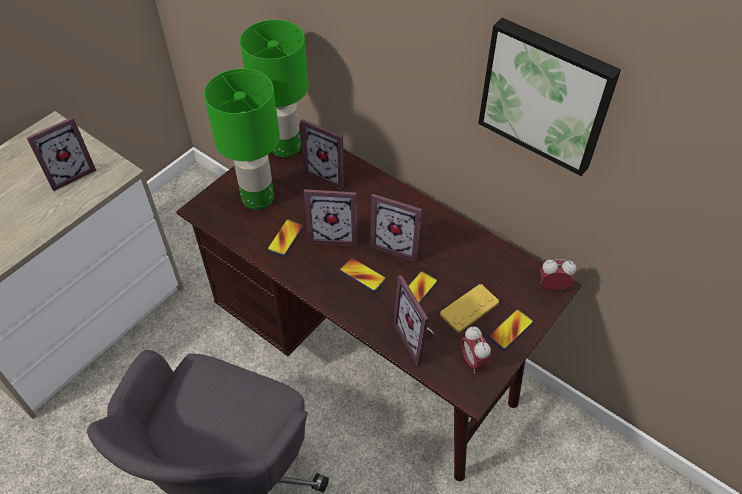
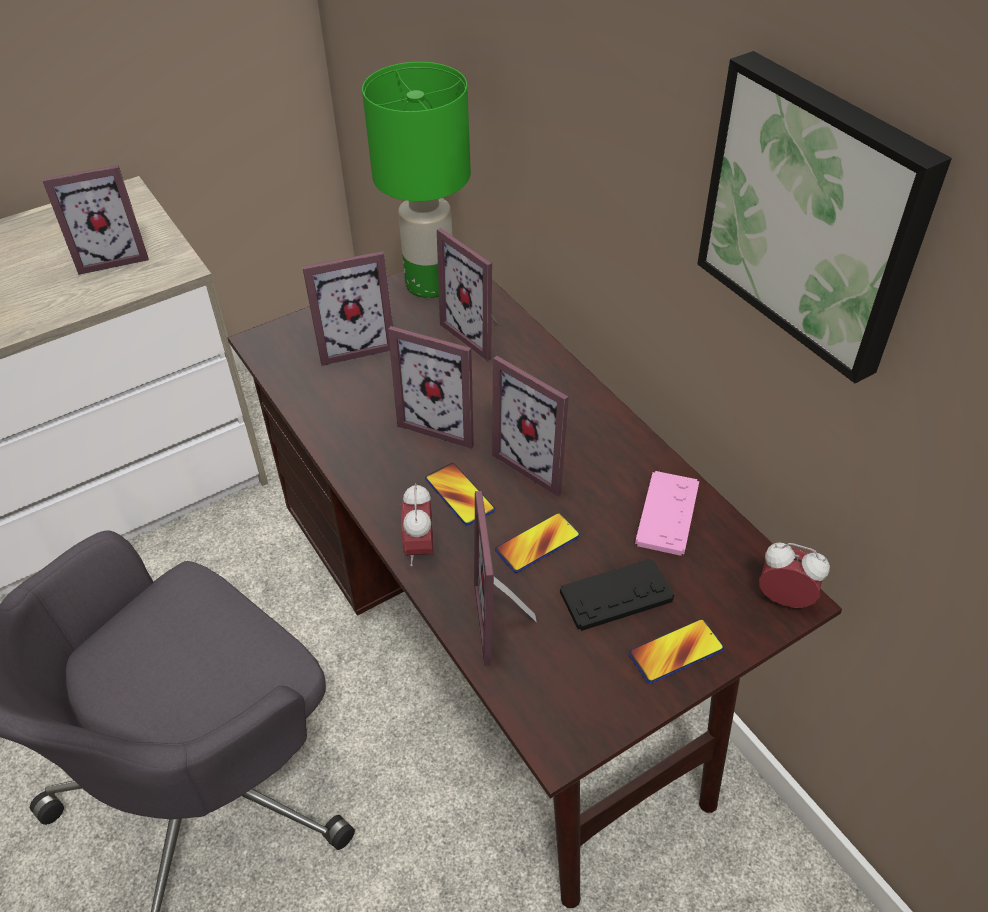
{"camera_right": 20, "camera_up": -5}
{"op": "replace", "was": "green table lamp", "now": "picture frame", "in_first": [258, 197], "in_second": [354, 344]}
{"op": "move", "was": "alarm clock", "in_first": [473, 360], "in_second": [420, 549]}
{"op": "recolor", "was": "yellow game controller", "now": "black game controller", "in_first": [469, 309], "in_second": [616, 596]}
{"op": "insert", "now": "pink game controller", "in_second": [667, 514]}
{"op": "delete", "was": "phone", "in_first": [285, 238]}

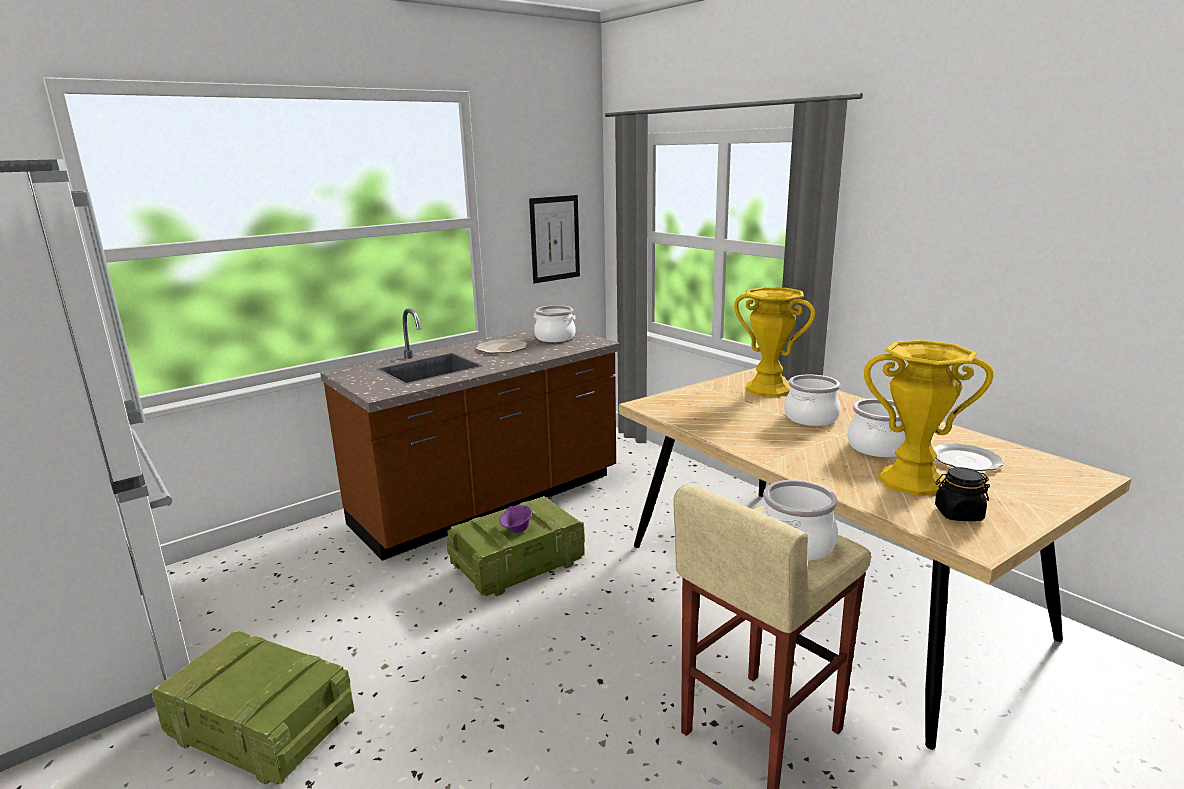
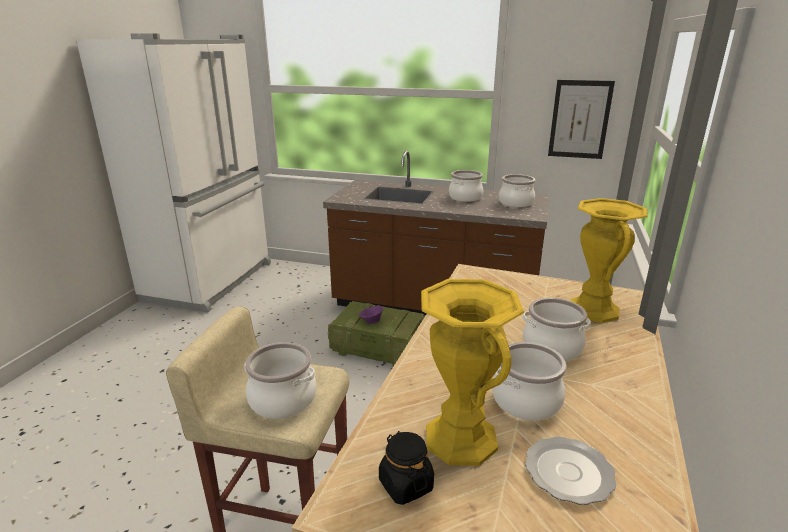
{"camera_right": 55, "camera_up": 5}
{"op": "replace", "was": "plate", "now": "cooking pot", "in_first": [502, 348], "in_second": [465, 197]}
{"op": "delete", "was": "crate", "in_first": [259, 728]}

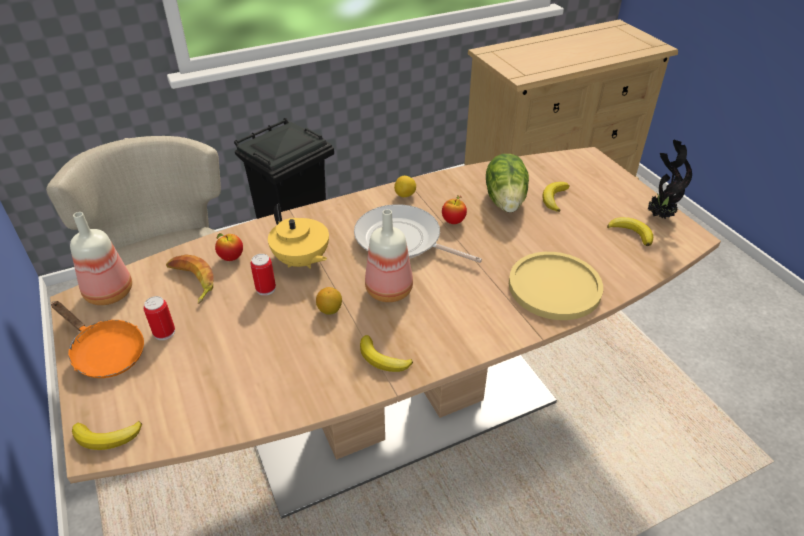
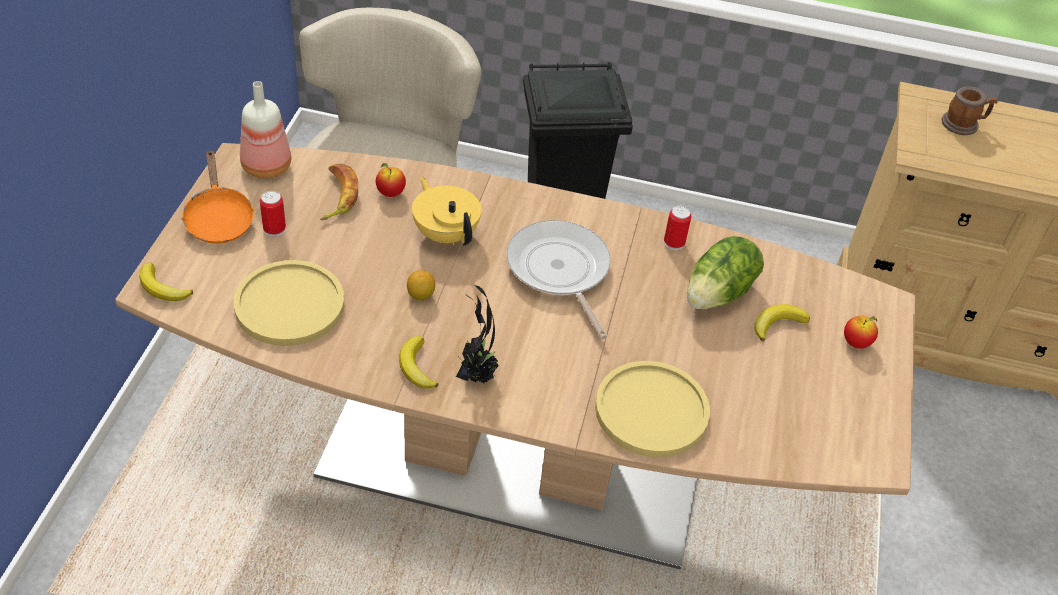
{"camera_right": 35, "camera_up": 5}
{"op": "insert", "now": "yellow plate", "in_second": [289, 305]}
{"op": "rotate", "was": "yellow teapot", "in_first": [301, 261], "in_second": [446, 234], "clockwise": 150}
{"op": "move", "was": "potted plant", "in_first": [658, 216], "in_second": [477, 374]}
{"op": "move", "was": "can", "in_first": [266, 289], "in_second": [674, 243]}
{"op": "move", "was": "apple", "in_first": [453, 221], "in_second": [856, 343]}
{"op": "insert", "now": "mug", "in_second": [963, 124]}
{"op": "delete", "was": "bottle", "in_first": [389, 289]}
{"op": "delete", "was": "lemon", "in_first": [405, 195]}
{"op": "delete", "was": "banana", "in_first": [631, 233]}

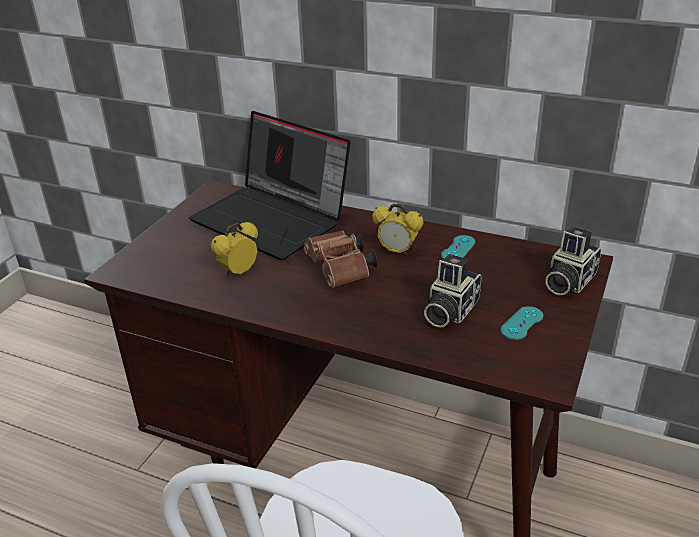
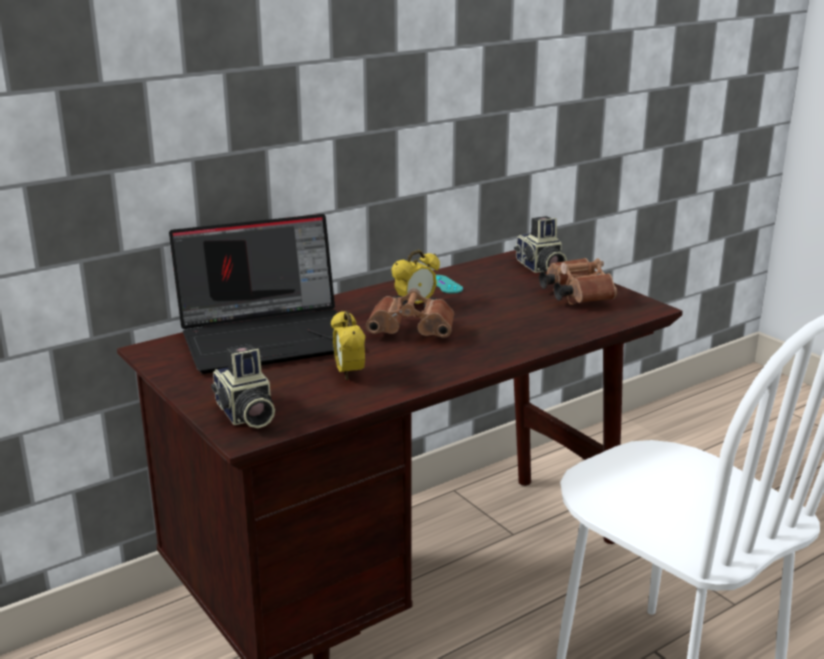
{"camera_right": -60, "camera_up": -10}
{"op": "move", "was": "photo camera", "in_first": [448, 311], "in_second": [245, 415]}
{"op": "replace", "was": "turquoise game controller", "now": "brown binoculars", "in_first": [522, 323], "in_second": [574, 295]}

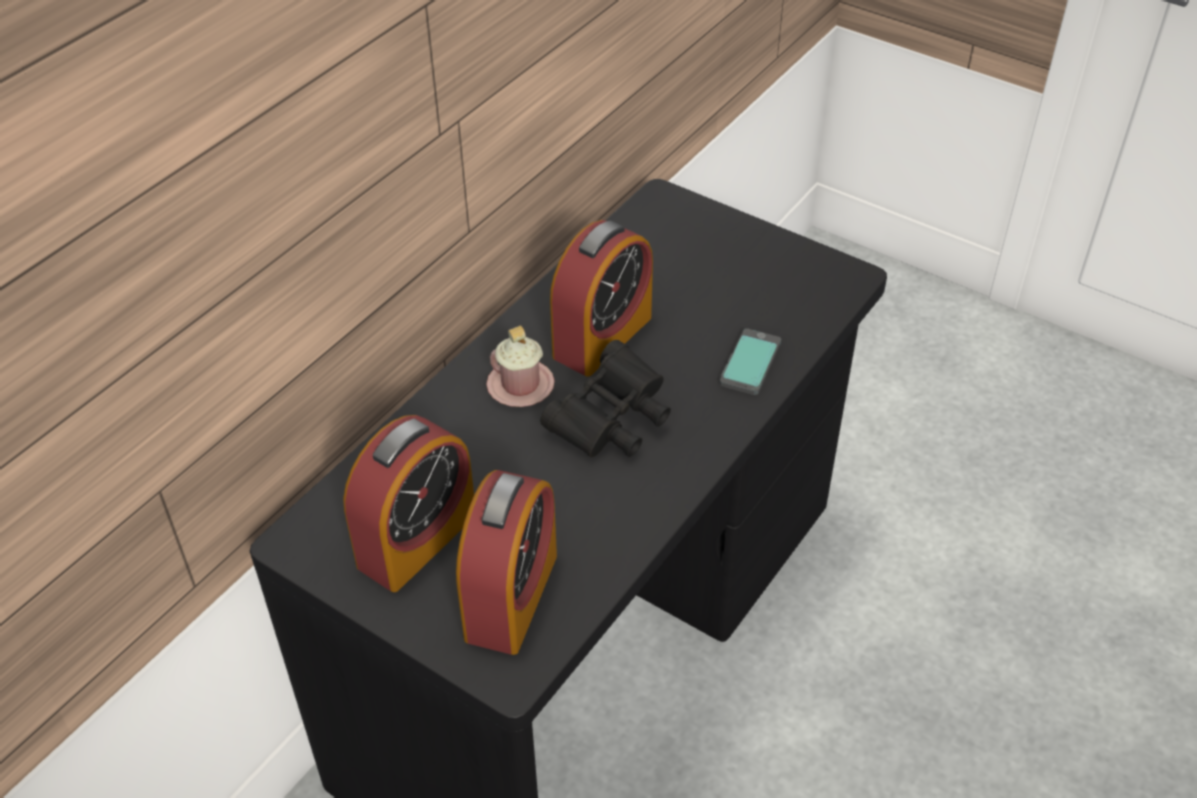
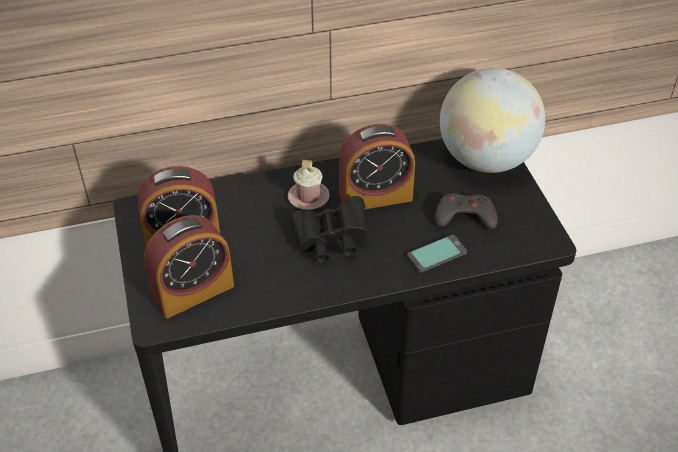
{"camera_right": 40, "camera_up": 0}
{"op": "insert", "now": "grey game controller", "in_second": [465, 216]}
{"op": "insert", "now": "globe", "in_second": [486, 159]}

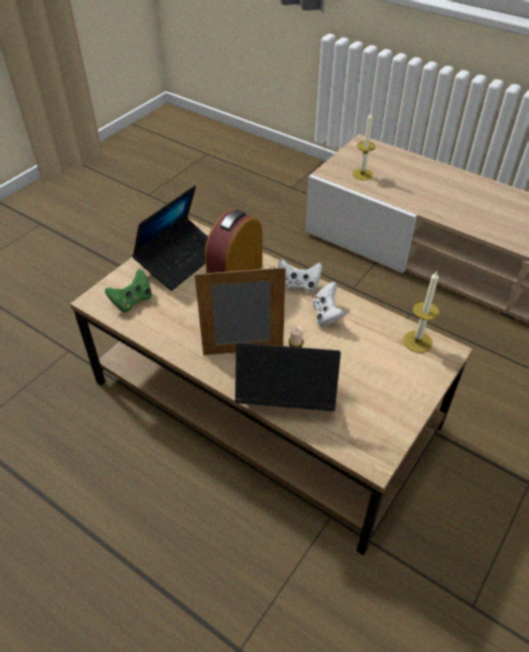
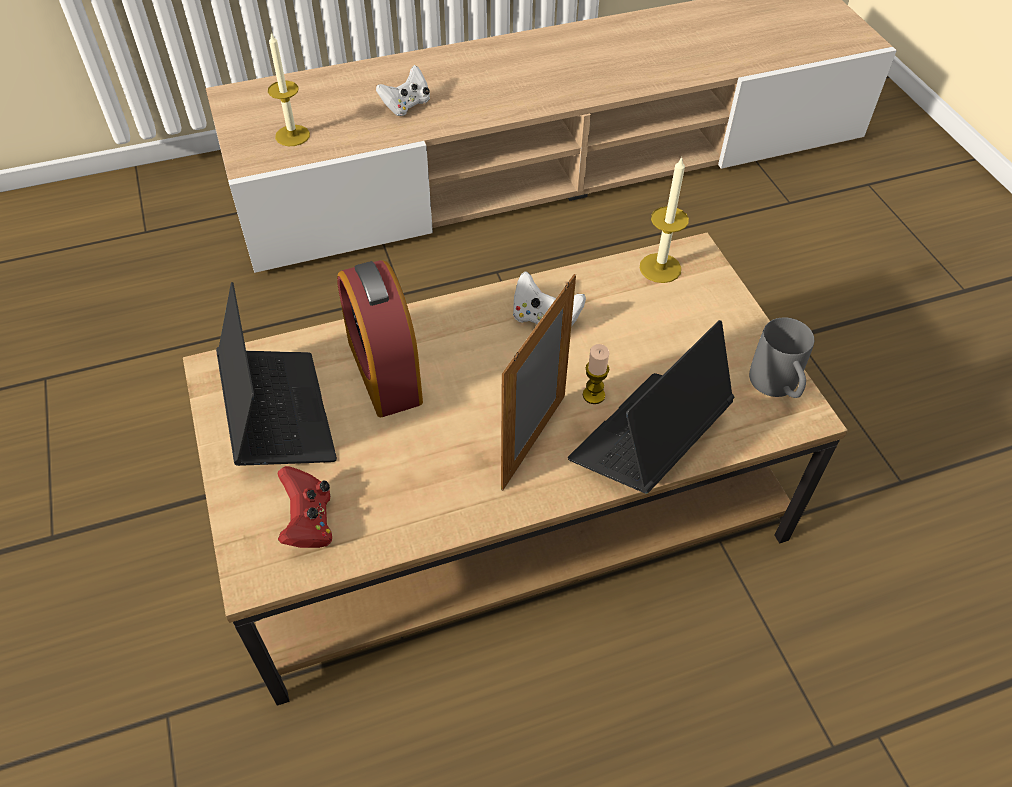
{"camera_right": -55, "camera_up": 5}
{"op": "recolor", "was": "green game controller", "now": "red game controller", "in_first": [132, 301], "in_second": [309, 522]}
{"op": "move", "was": "white game controller", "in_first": [298, 285], "in_second": [406, 105]}
{"op": "insert", "now": "grey mug", "in_second": [777, 388]}

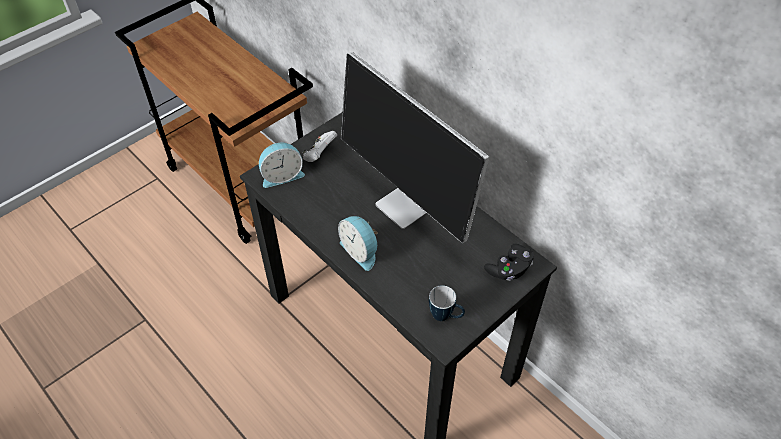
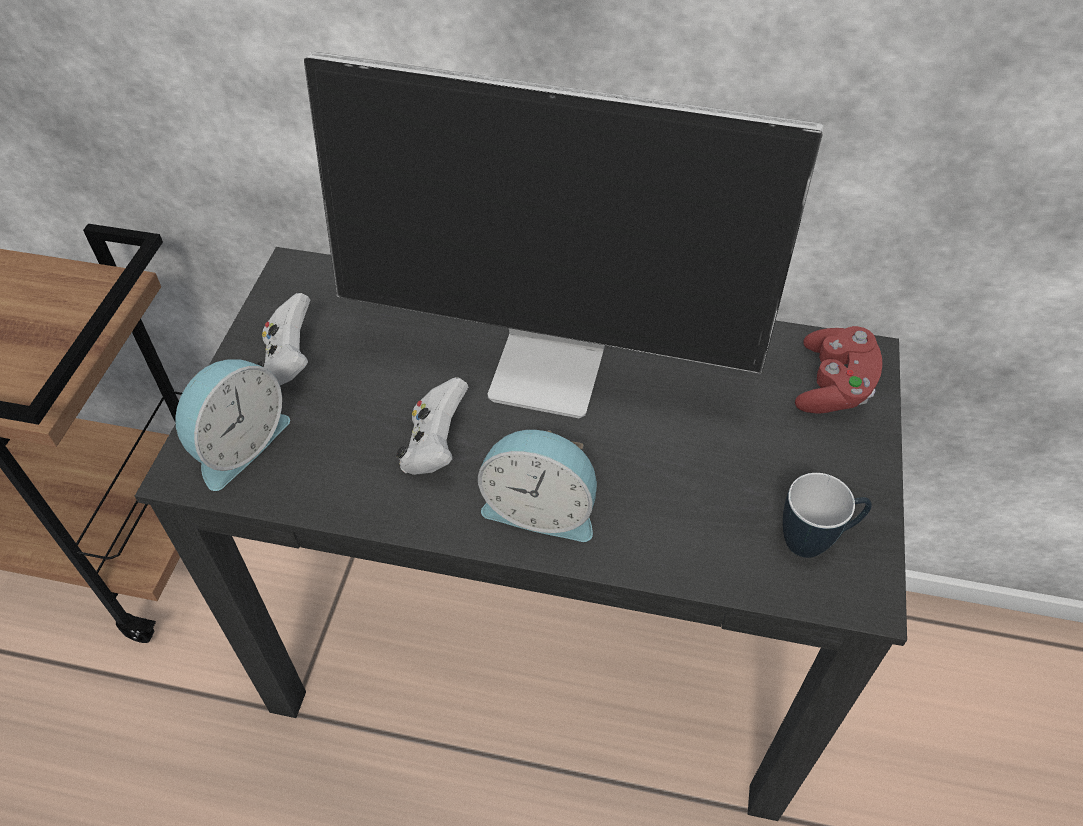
{"camera_right": -35, "camera_up": 0}
{"op": "insert", "now": "white game controller", "in_second": [435, 447]}
{"op": "recolor", "was": "black game controller", "now": "red game controller", "in_first": [509, 269], "in_second": [833, 386]}

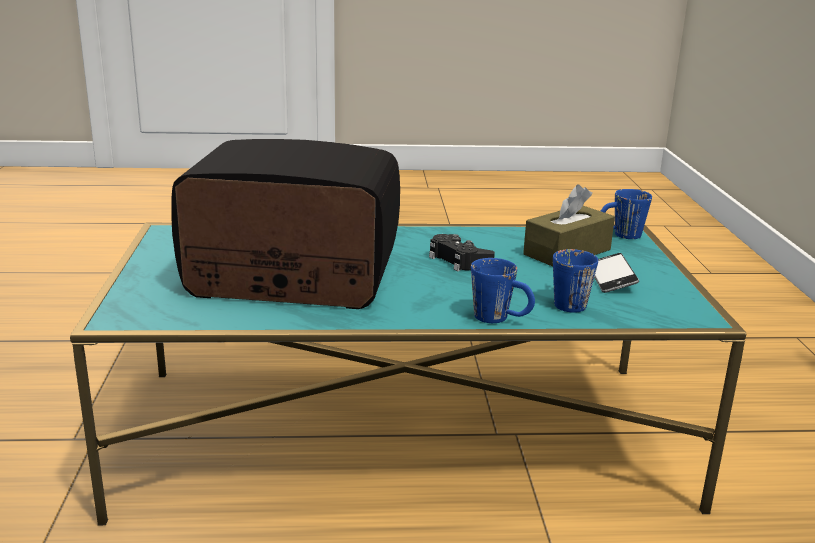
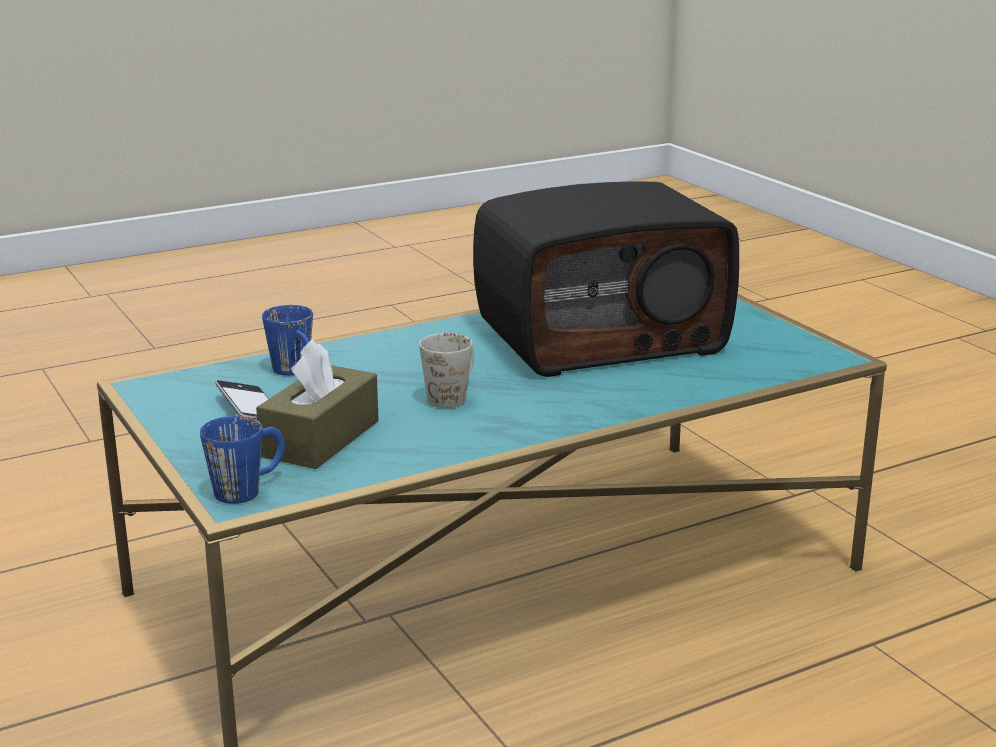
{"camera_right": 155, "camera_up": 0}
{"op": "replace", "was": "black game controller", "now": "white mug", "in_first": [458, 259], "in_second": [453, 396]}
{"op": "delete", "was": "blue mug", "in_first": [501, 319]}

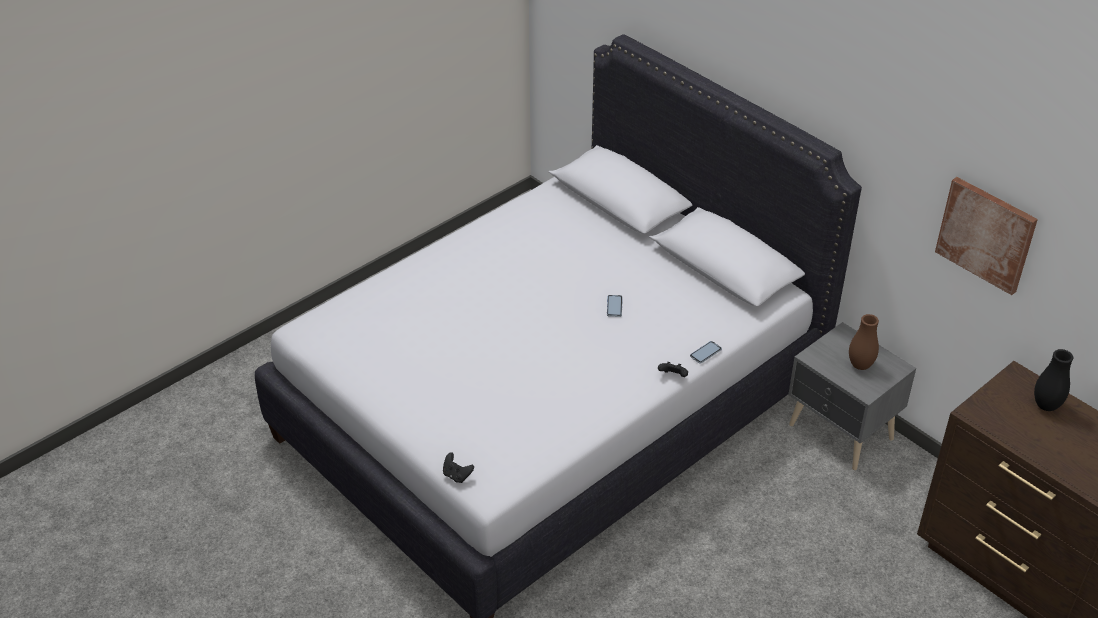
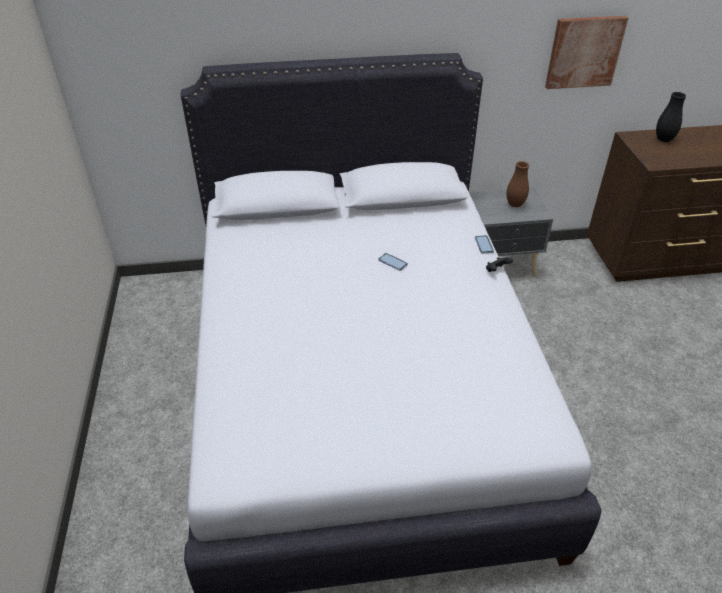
{"camera_right": -55, "camera_up": 0}
{"op": "delete", "was": "black game controller", "in_first": [457, 475]}

